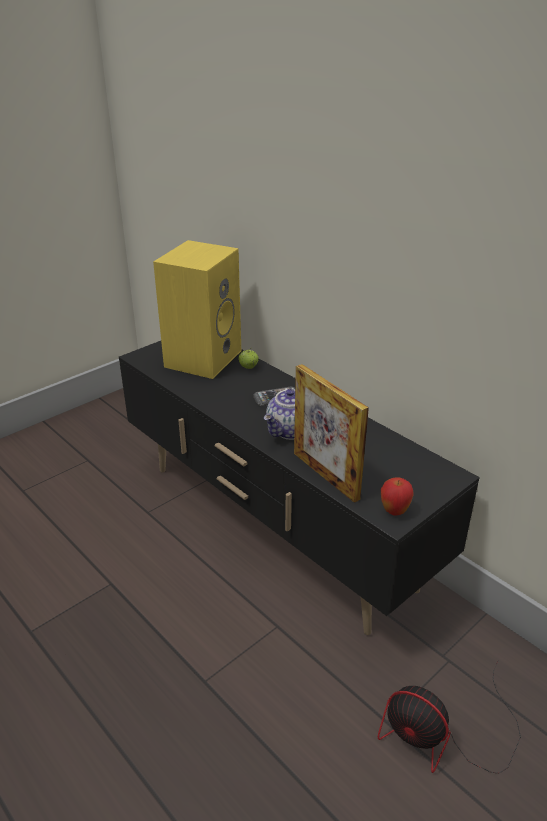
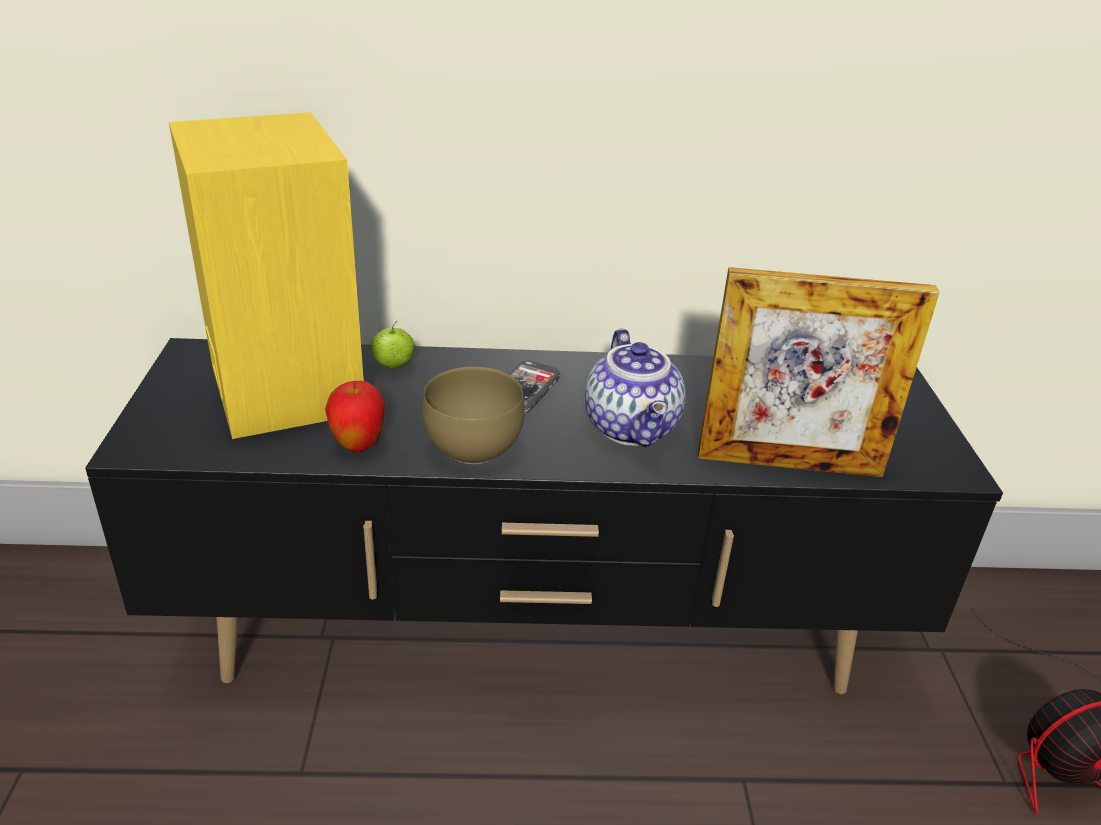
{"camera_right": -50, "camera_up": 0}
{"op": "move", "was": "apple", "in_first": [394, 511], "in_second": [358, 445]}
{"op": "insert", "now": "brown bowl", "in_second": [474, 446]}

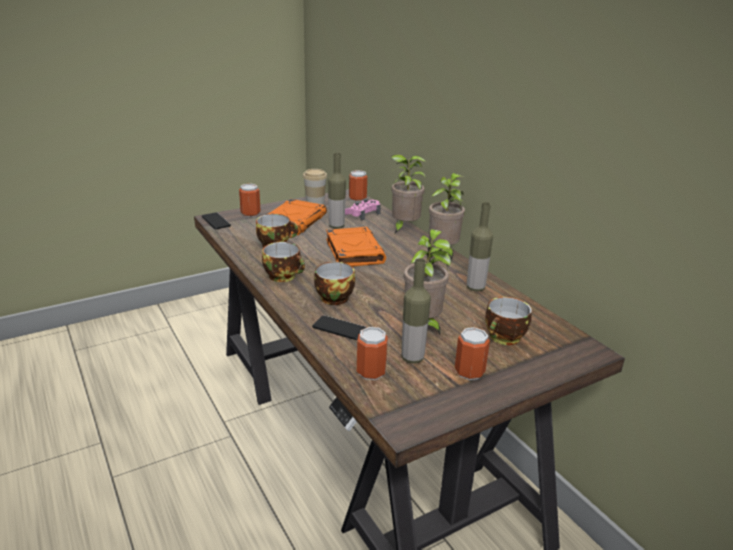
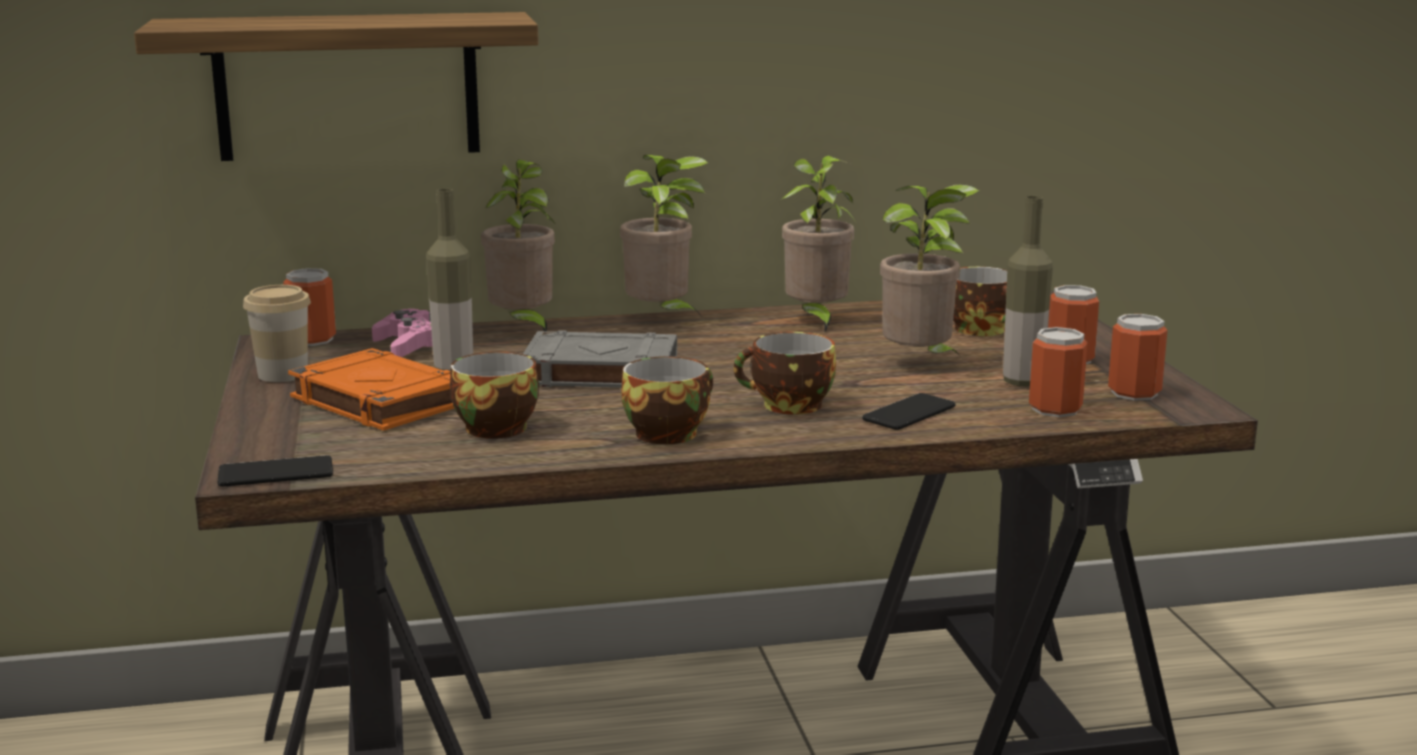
{"camera_right": -70, "camera_up": -10}
{"op": "insert", "now": "shelf", "in_second": [347, 86]}
{"op": "recolor", "was": "orange book", "now": "grey book", "in_first": [354, 251], "in_second": [598, 372]}
{"op": "replace", "was": "bottle", "now": "potted plant", "in_first": [475, 288], "in_second": [816, 321]}
{"op": "move", "was": "can", "in_first": [250, 213], "in_second": [1134, 393]}

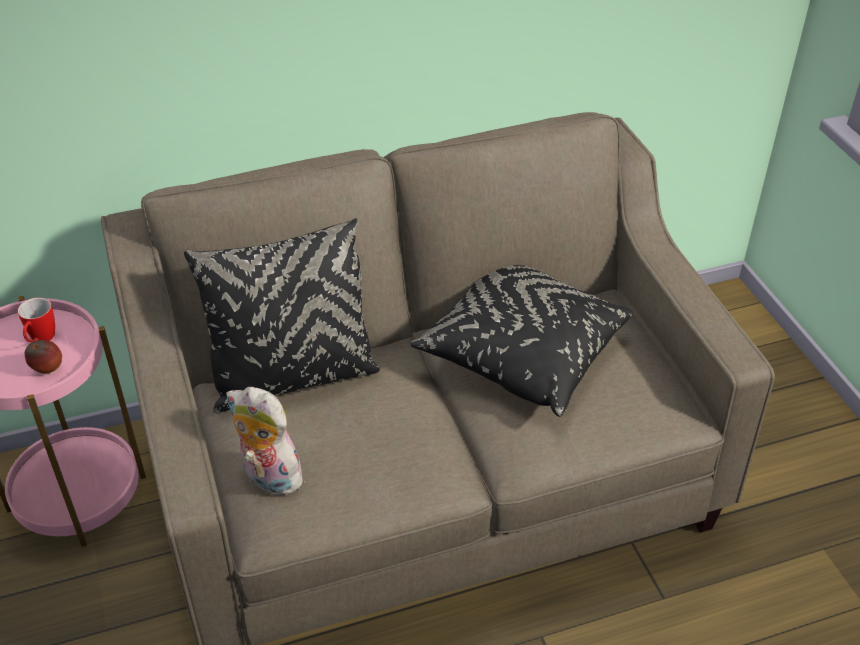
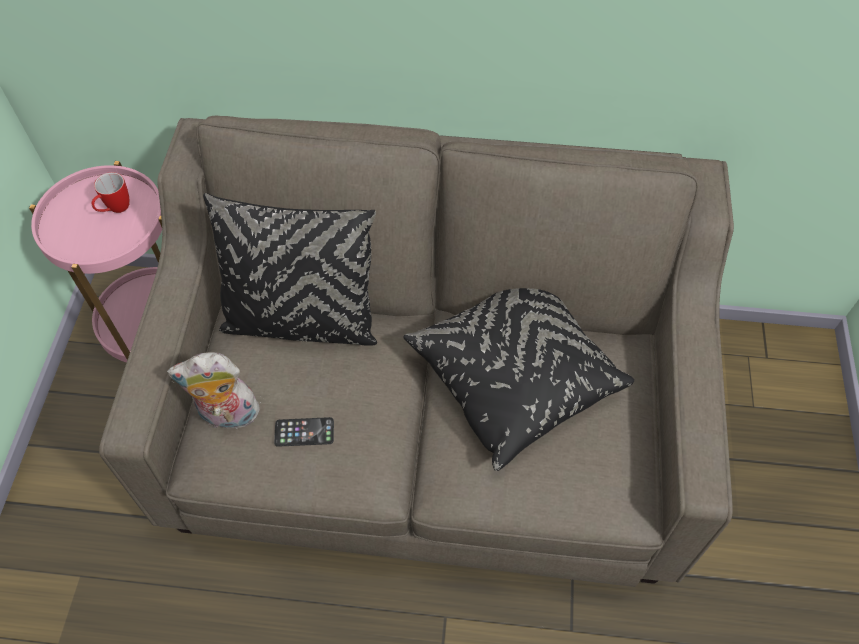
{"camera_right": 25, "camera_up": 15}
{"op": "rotate", "was": "plush toy", "in_first": [268, 478], "in_second": [227, 416], "clockwise": -60}
{"op": "insert", "now": "phone", "in_second": [304, 432]}
{"op": "delete", "was": "apple", "in_first": [48, 370]}

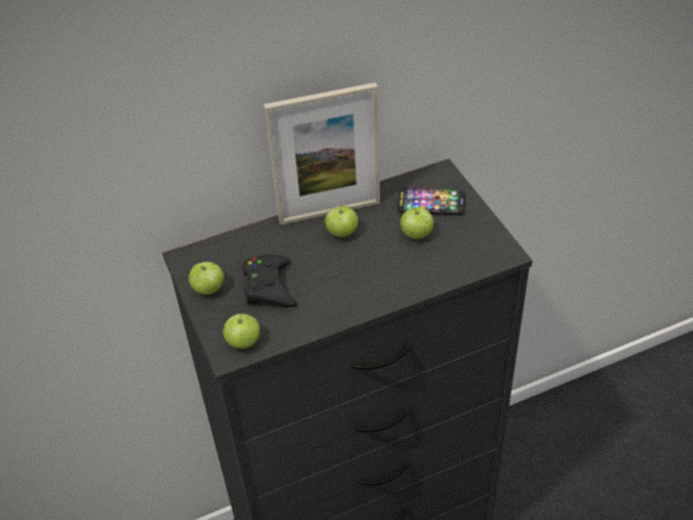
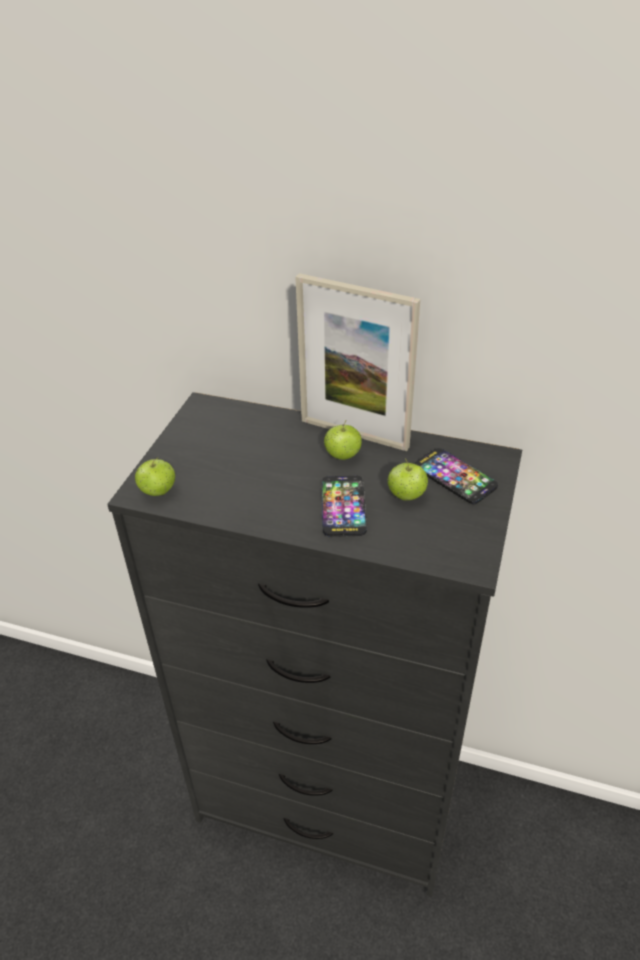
{"camera_right": 40, "camera_up": -5}
{"op": "insert", "now": "phone", "in_second": [343, 507]}
{"op": "delete", "was": "apple", "in_first": [209, 289]}
{"op": "delete", "was": "black game controller", "in_first": [269, 286]}

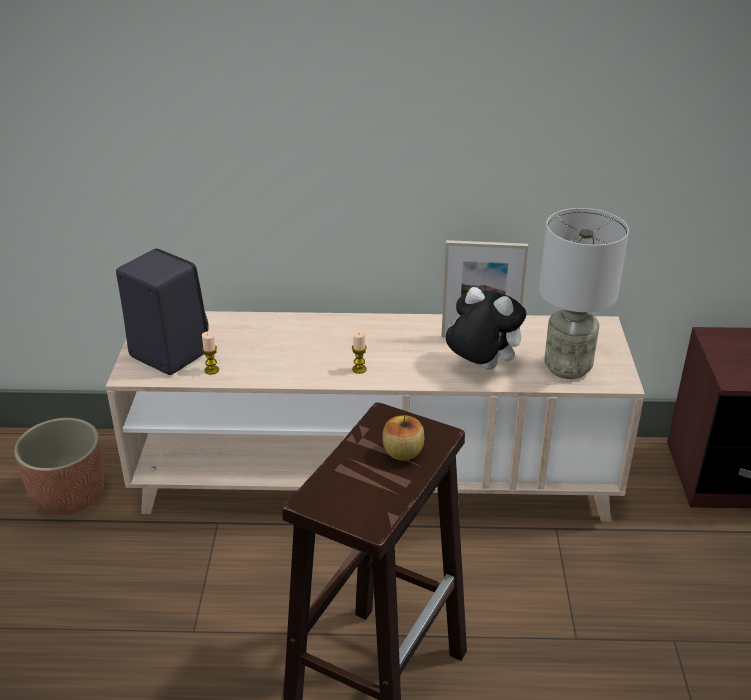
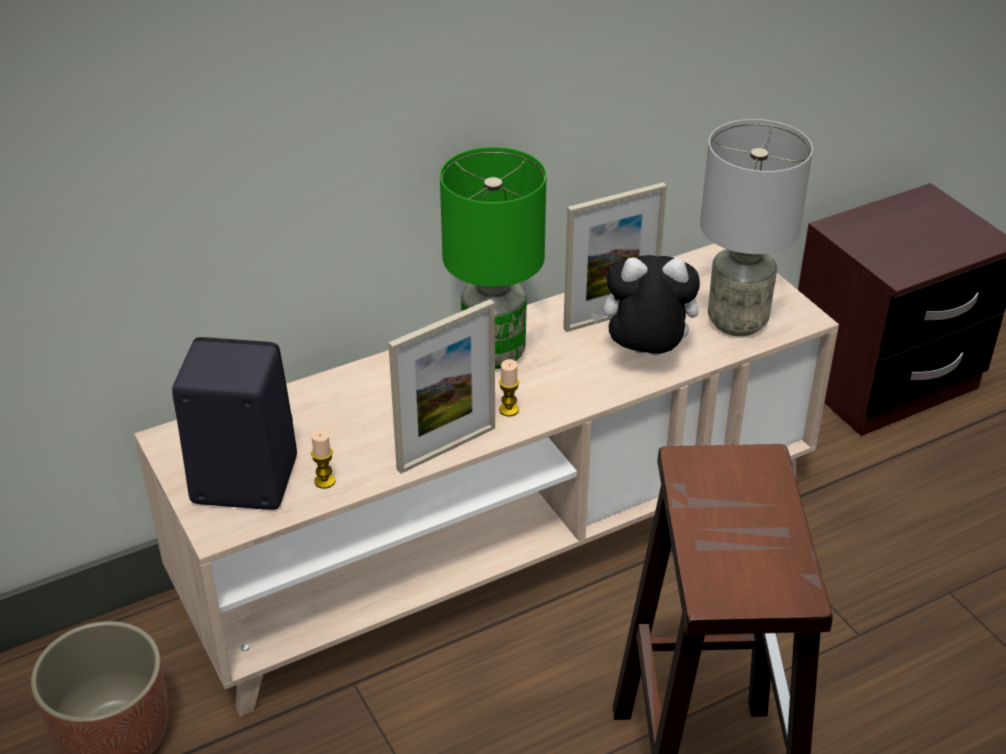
{"camera_right": -30, "camera_up": 5}
{"op": "insert", "now": "picture frame", "in_second": [446, 448]}
{"op": "insert", "now": "green table lamp", "in_second": [495, 353]}
{"op": "delete", "was": "apple", "in_first": [402, 453]}

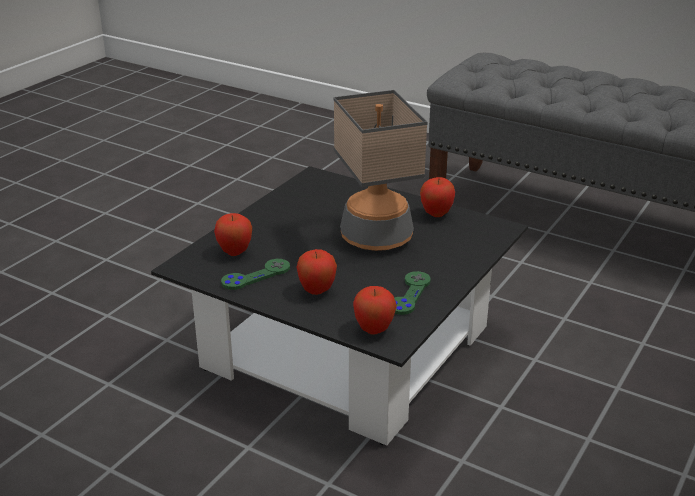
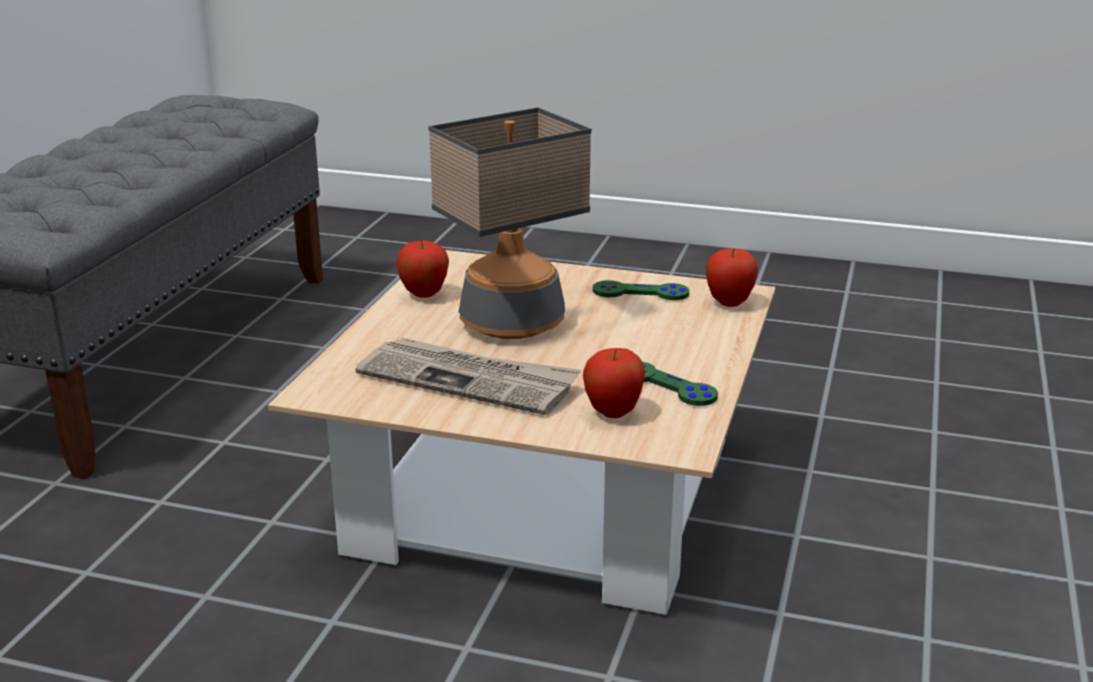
{"camera_right": -105, "camera_up": -5}
{"op": "recolor", "was": "black coffee table", "now": "beige coffee table", "in_first": [347, 347], "in_second": [546, 496]}
{"op": "insert", "now": "newspaper", "in_second": [469, 380]}
{"op": "delete", "was": "apple", "in_first": [317, 291]}

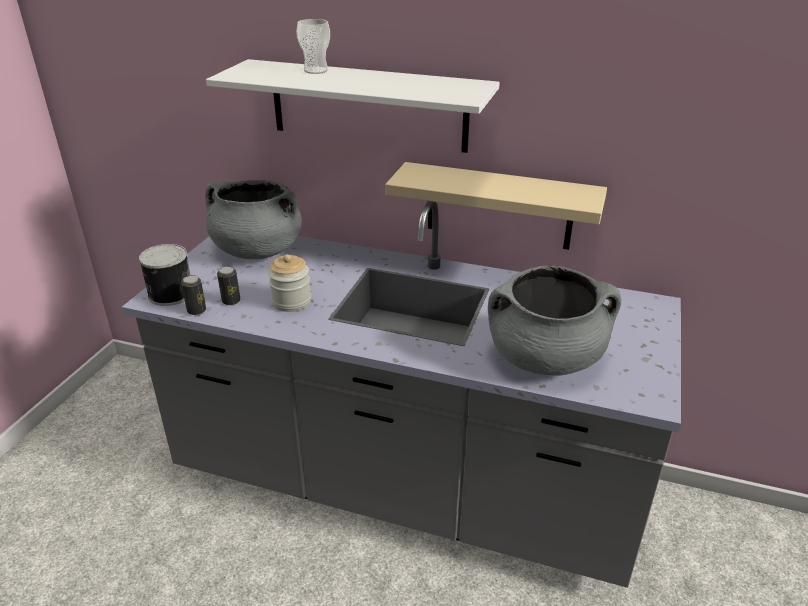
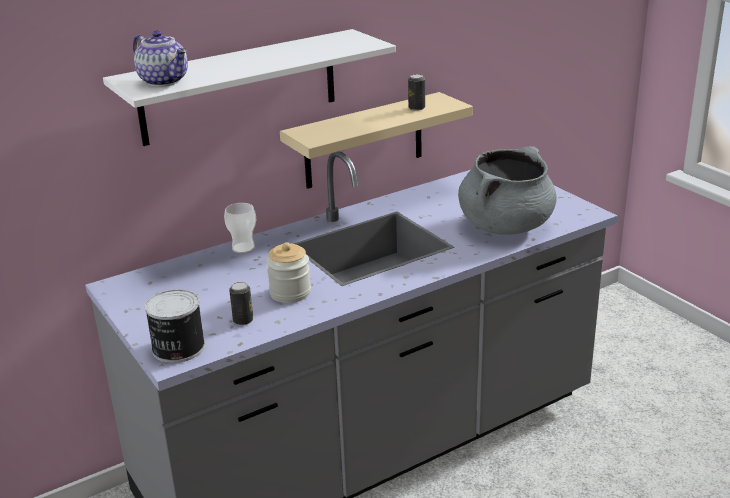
{"camera_right": -50, "camera_up": -5}
{"op": "insert", "now": "teapot", "in_second": [165, 81]}
{"op": "move", "was": "cup", "in_first": [316, 70], "in_second": [243, 248]}
{"op": "move", "was": "can", "in_first": [196, 310], "in_second": [416, 108]}
{"op": "delete", "was": "grey cooking pot", "in_first": [257, 250]}

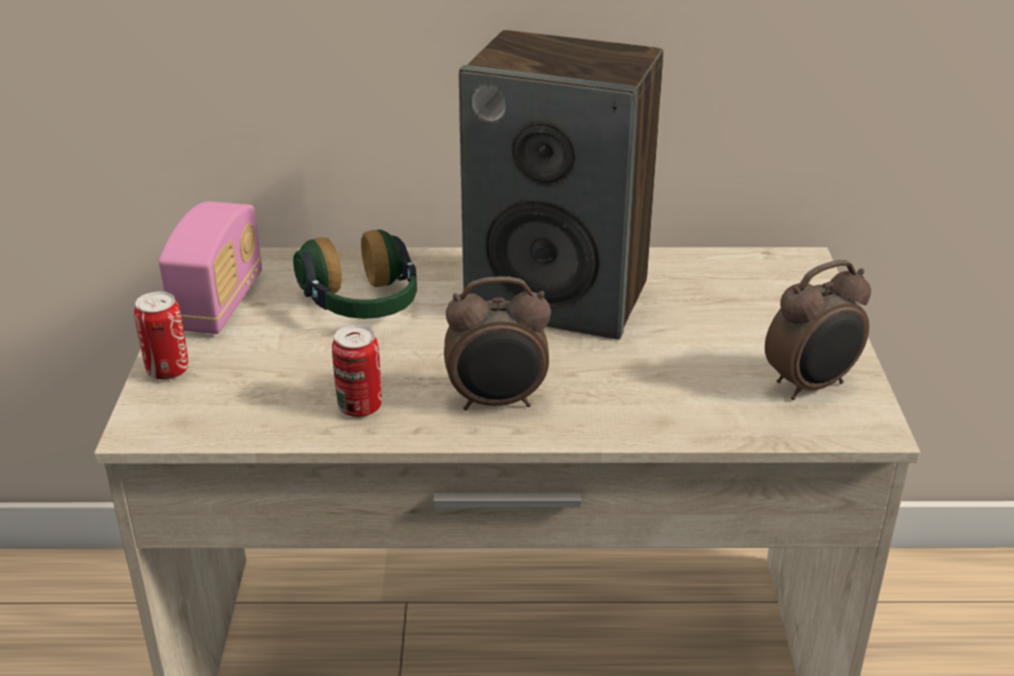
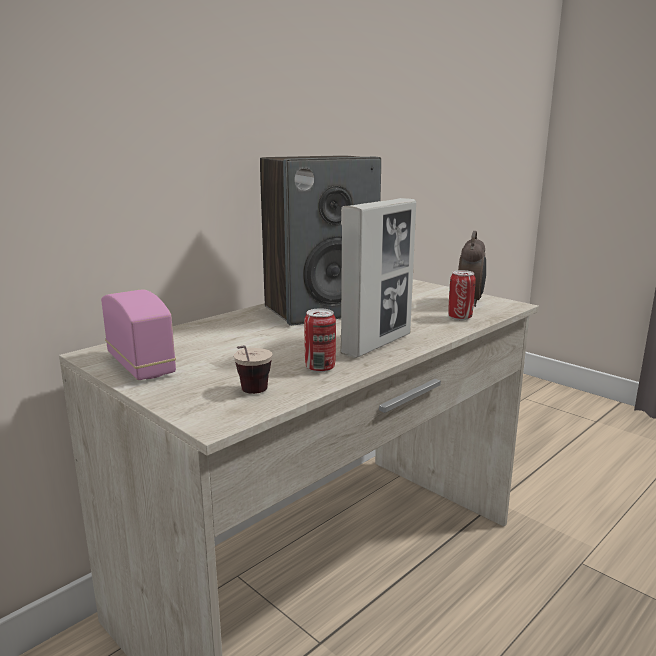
{"camera_right": -45, "camera_up": -15}
{"op": "insert", "now": "cup", "in_second": [250, 396]}
{"op": "replace", "was": "alarm clock", "now": "picture frame", "in_first": [497, 402], "in_second": [377, 344]}
{"op": "move", "was": "can", "in_first": [168, 371], "in_second": [460, 317]}
{"op": "delete", "was": "headphones", "in_first": [363, 305]}

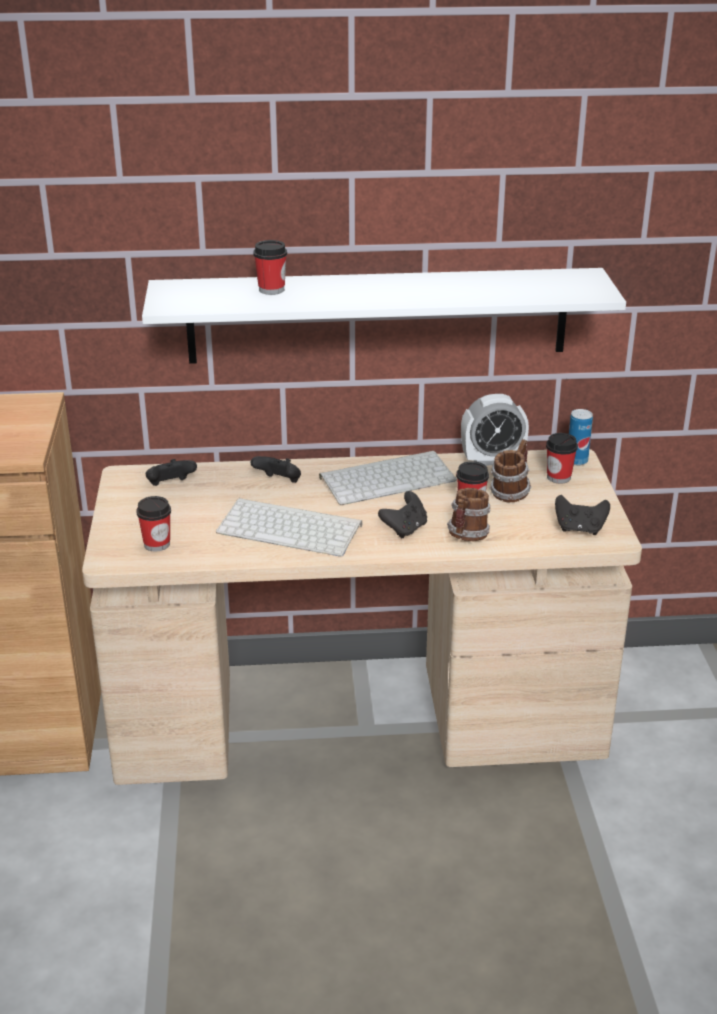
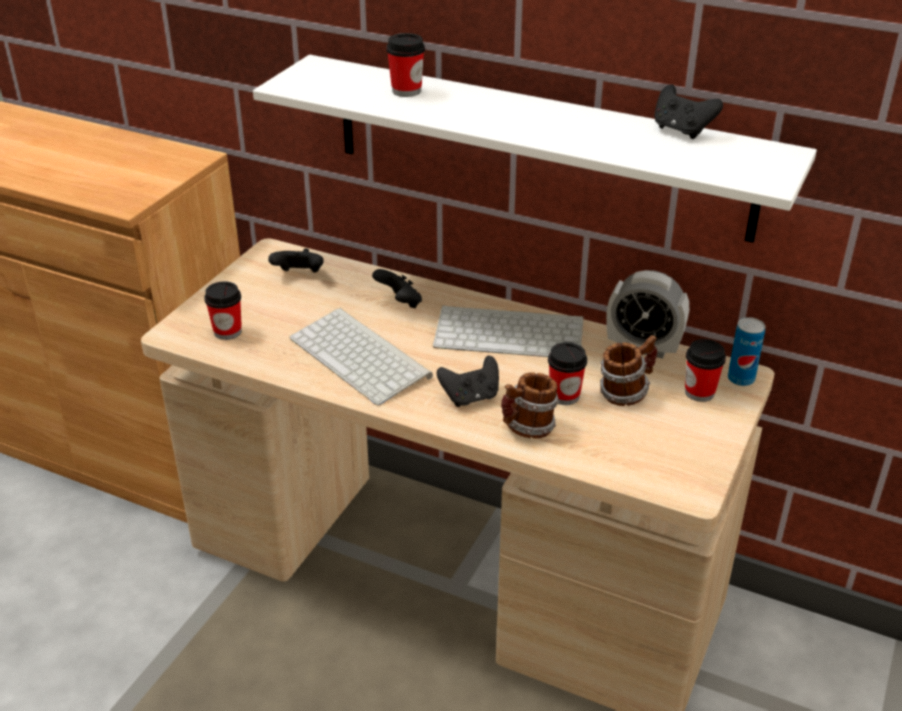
{"camera_right": 30, "camera_up": 5}
{"op": "move", "was": "black game controller", "in_first": [579, 529], "in_second": [681, 130]}

